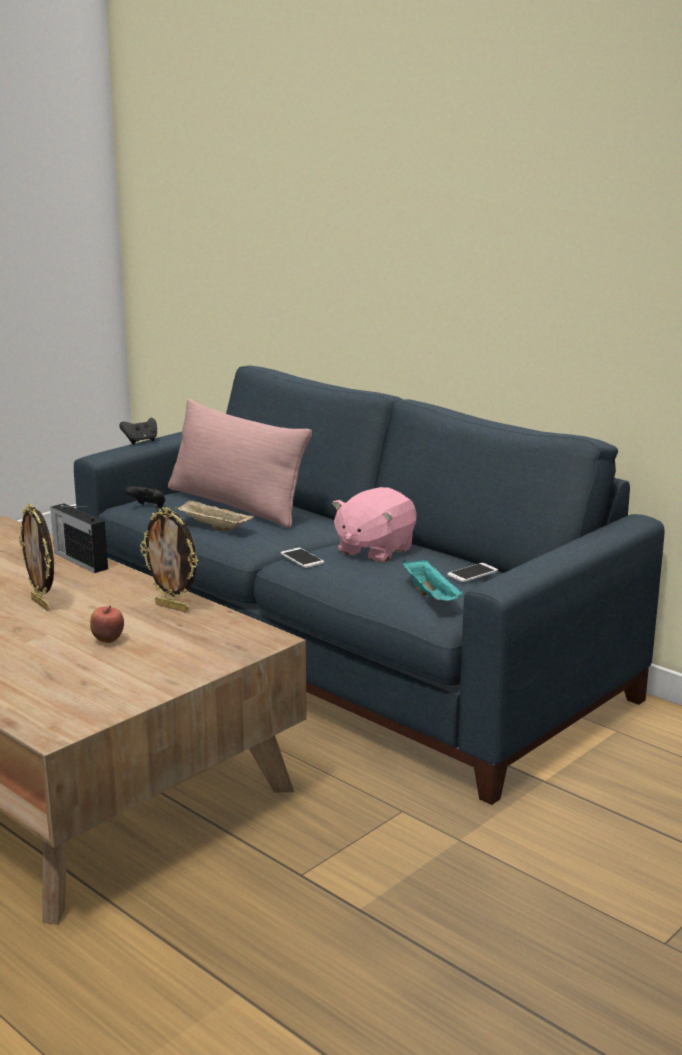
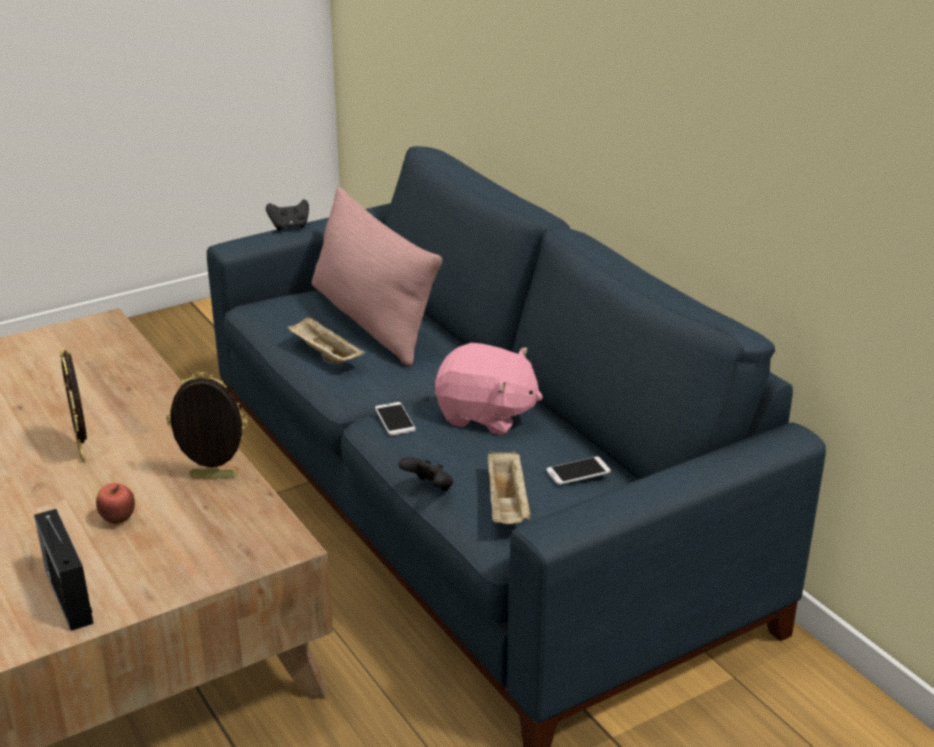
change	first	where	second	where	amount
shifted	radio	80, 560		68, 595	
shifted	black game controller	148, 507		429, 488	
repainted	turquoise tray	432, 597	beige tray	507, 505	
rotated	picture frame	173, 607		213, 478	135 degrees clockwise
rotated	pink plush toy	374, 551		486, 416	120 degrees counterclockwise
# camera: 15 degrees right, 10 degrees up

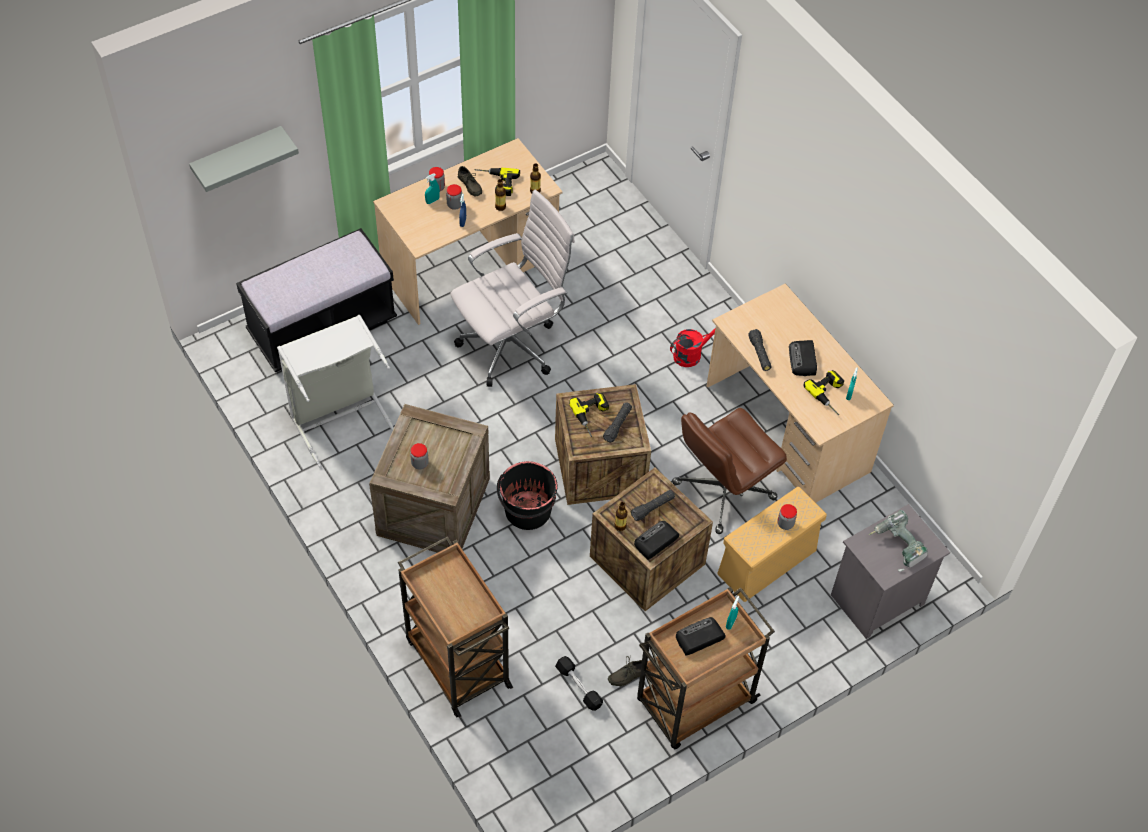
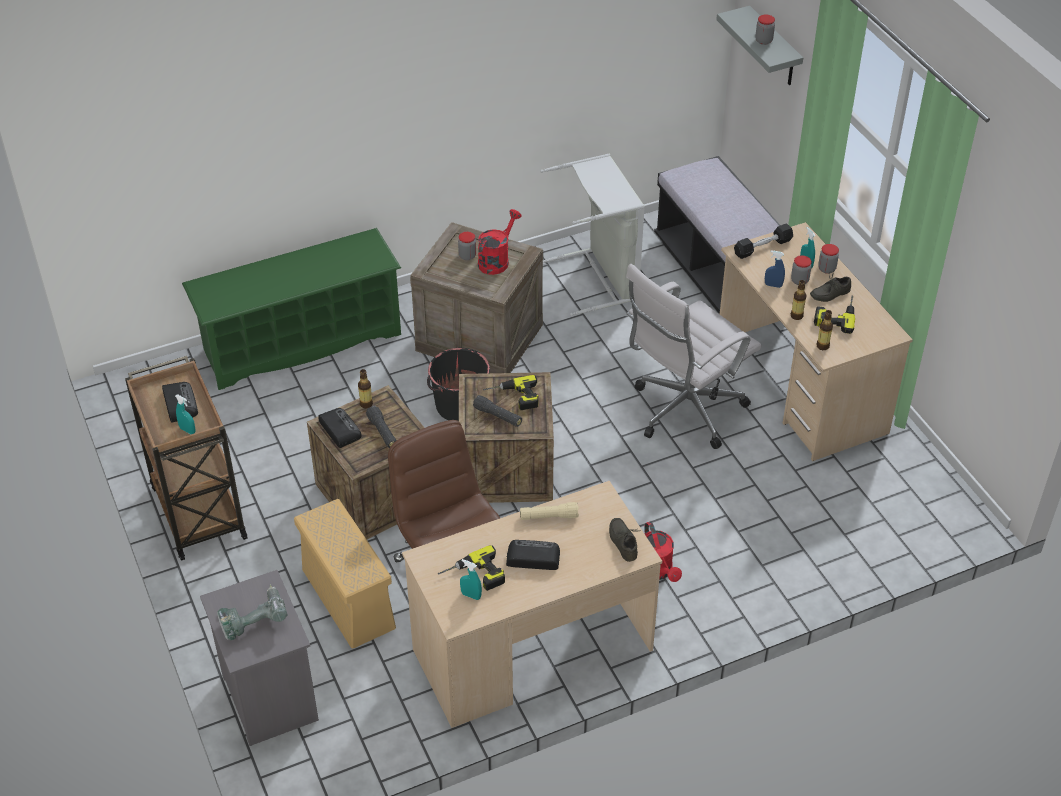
change	first	where	second	where	amount
new			red watering can	496, 260	
shifted	black dumbbell	578, 686		763, 247	
shifted	grey shoe	626, 674		624, 542	
shifted	jar	785, 524		763, 41	
swapped	brown cart	457, 661	green shoe rack	301, 342	
repainted	black flashlight	759, 354	beige flashlight	549, 517	
rotated	white office chair	513, 345		684, 412	75 degrees clockwise
# camera: 100 degrees right, 10 degrees down

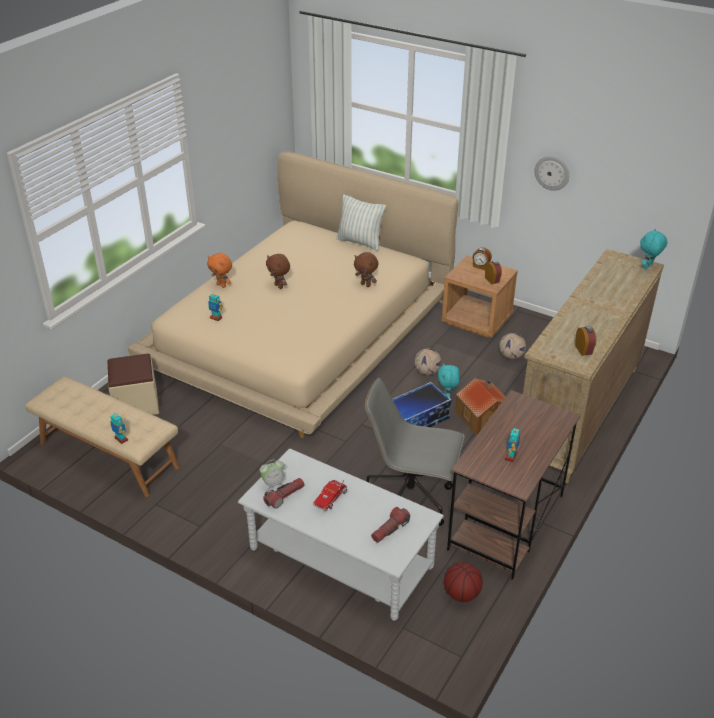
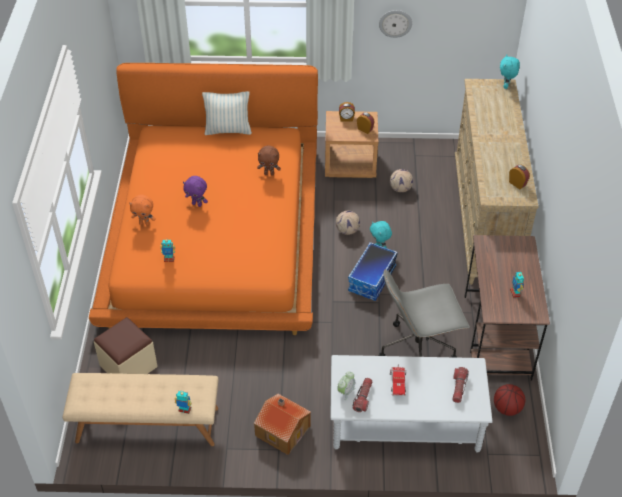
change	first	where	second	where	amount
shifted	toy house	483, 417		282, 430	
repainted	beige bed	301, 332	orange bed	214, 234	
repainted	brown plush toy	279, 286	purple plush toy	197, 204	
# camera: 30 degrees left, 10 degrees up

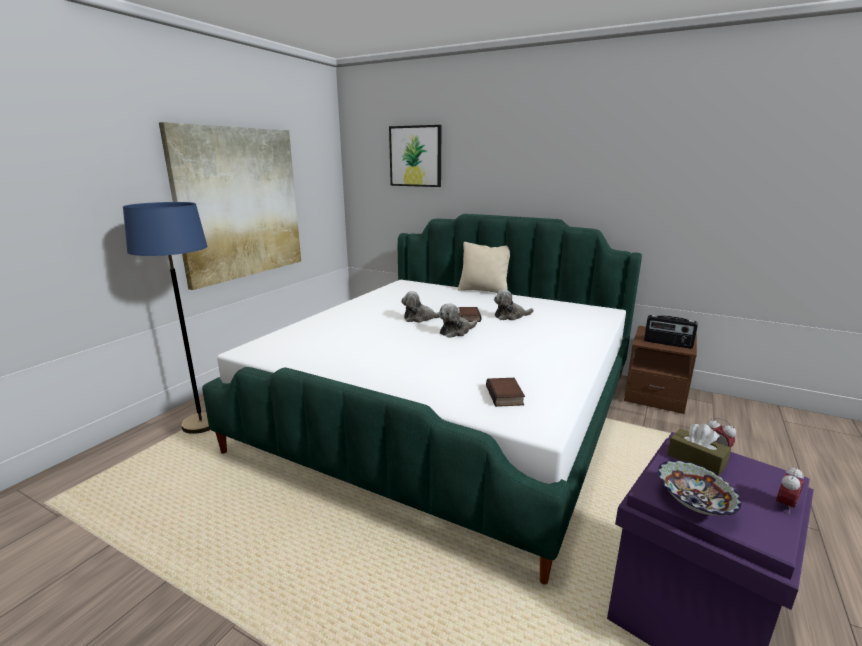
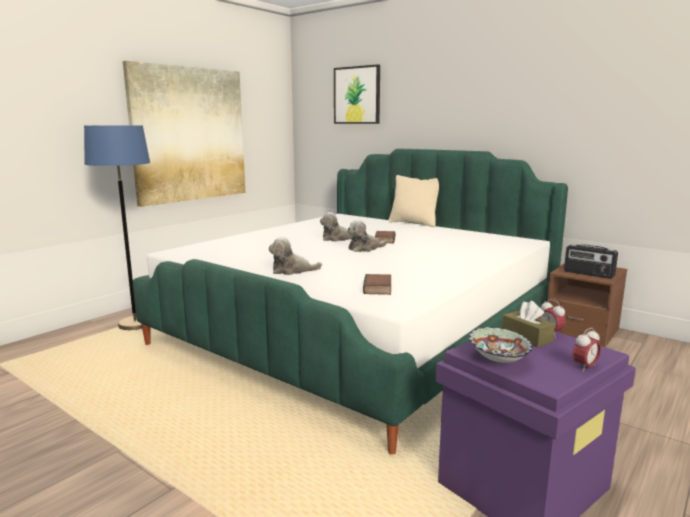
change	first	where	second	where	amount
shifted	plush toy	510, 316		292, 271	
# camera: 10 degrees right, 5 degrees down

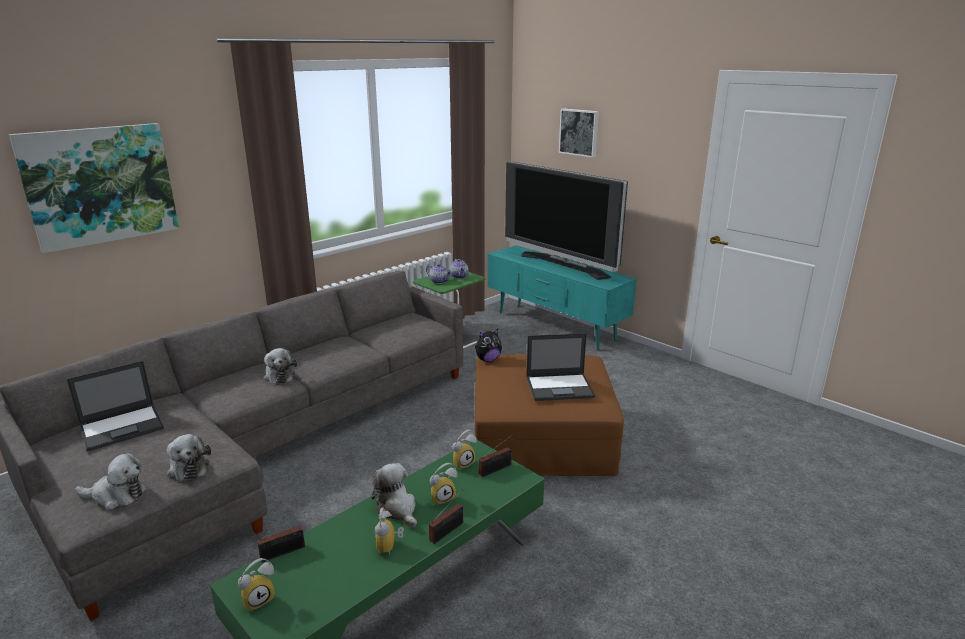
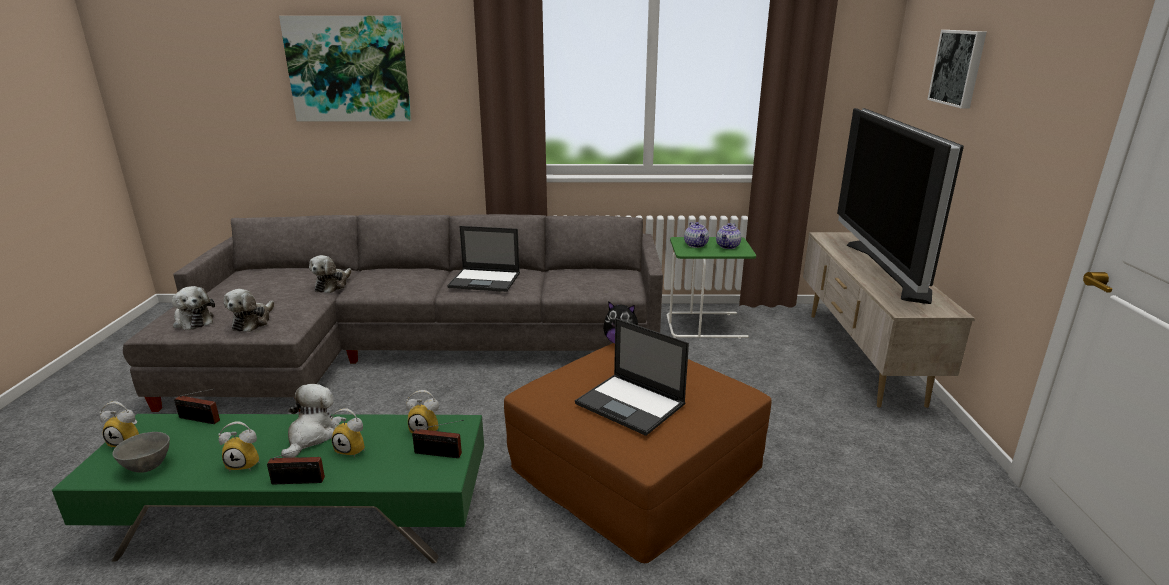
change	first	where	second	where	amount
new			grey bowl	149, 467	
shifted	laptop	123, 427		485, 280	
shifted	plush toy	279, 375		332, 285	
repainted	turquoise tv stand	554, 326	beige tv stand	861, 356	
rotated	alarm clock	390, 547		246, 463	135 degrees counterclockwise
# camera: 45 degrees right, 0 degrees up

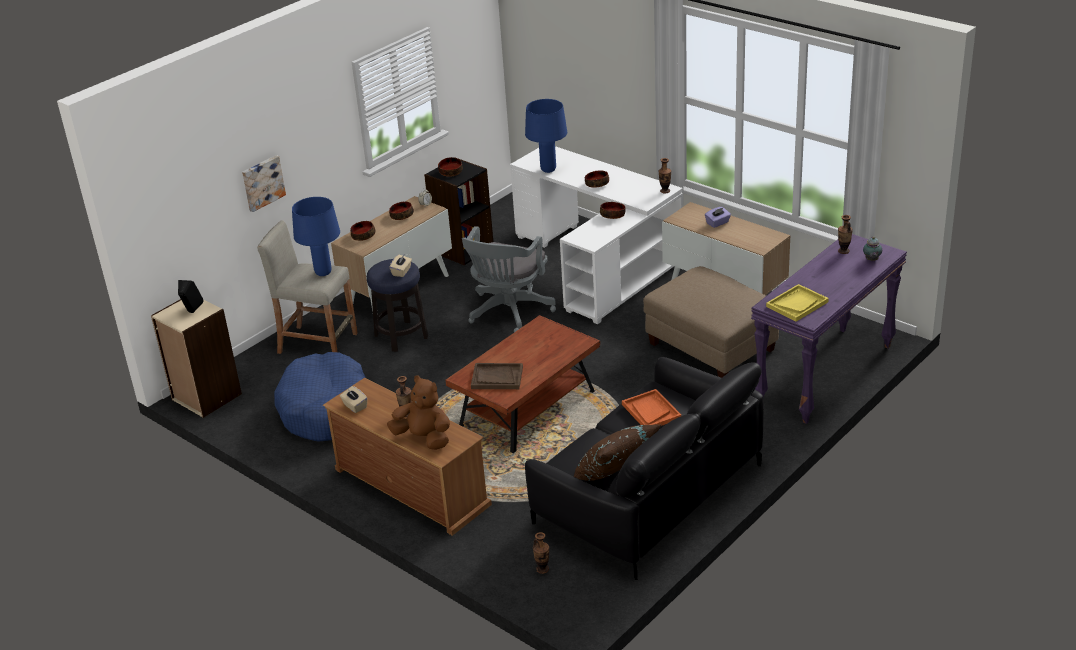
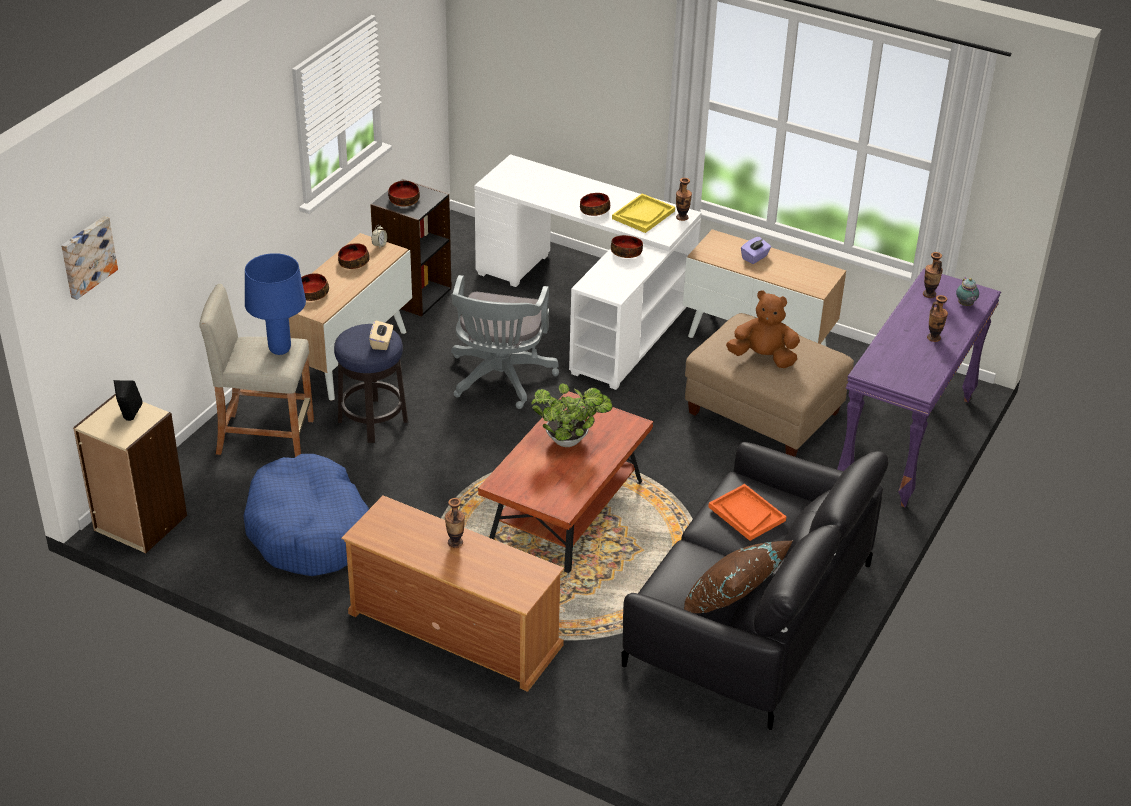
change	first	where	second	where	amount
gone	beige tissue box	354, 406			
gone	brown tray	497, 378			
gone	blue table lamp	548, 170			
new			potted plant	570, 440	
shifted	picture	262, 182		87, 256	
shifted	brown plush toy	424, 438		763, 357	
shifted	vase	542, 569		933, 338	
shifted	yellow tray	797, 304		643, 215	
# camera: 15 degrees left, 5 degrees up

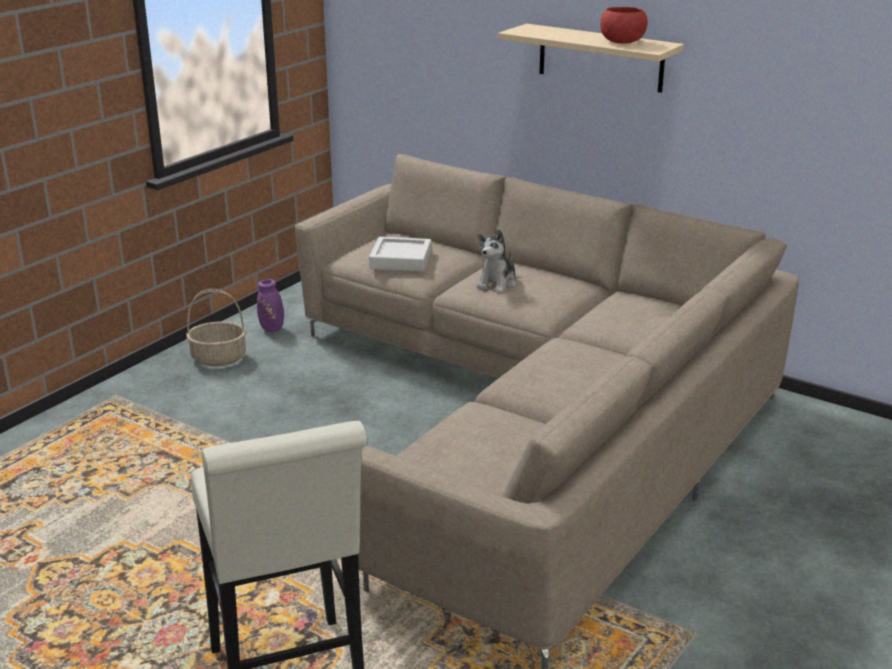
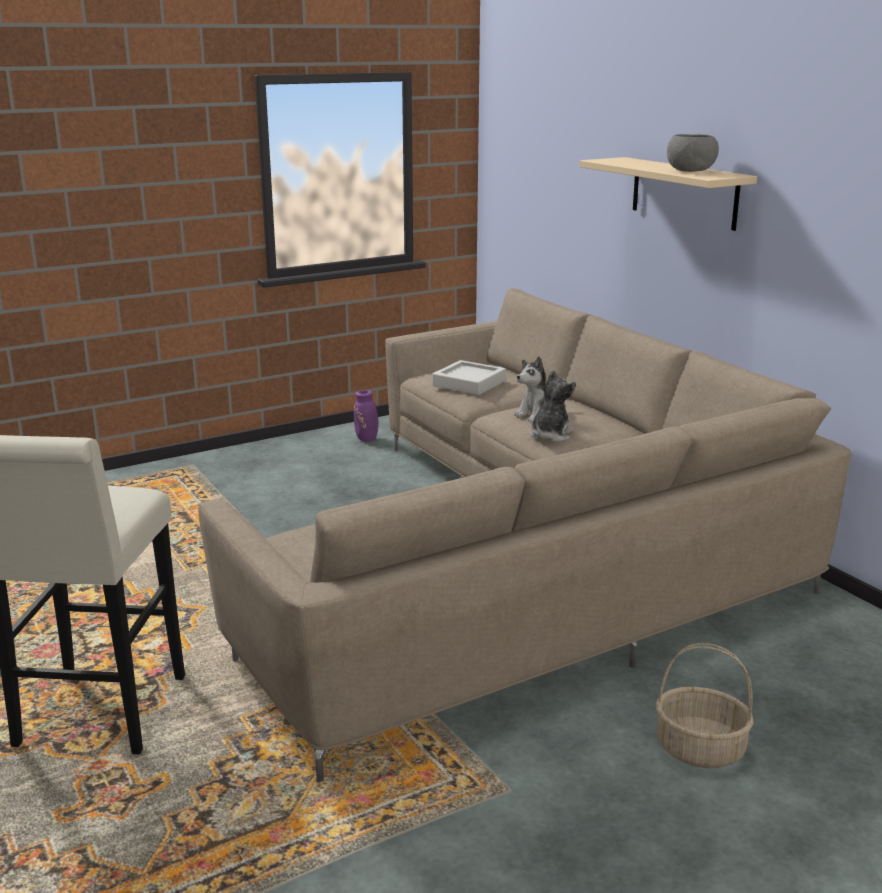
change	first	where	second	where	amount
new			plush toy	550, 435	
shifted	basket	219, 358		700, 749	
repainted	red bowl	622, 42	grey bowl	691, 171	
# camera: 25 degrees right, 5 degrees down

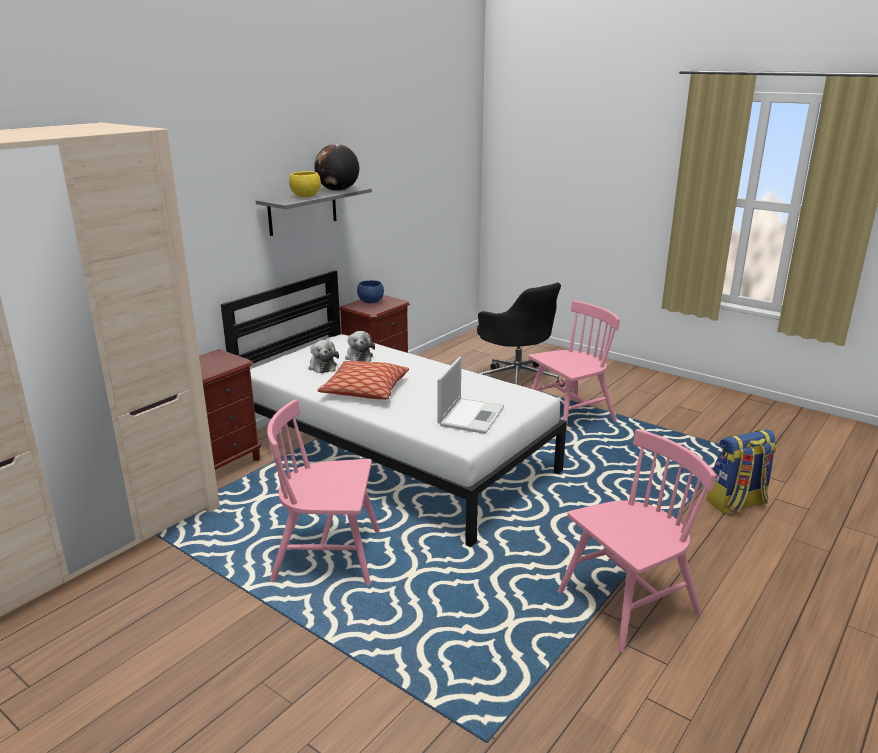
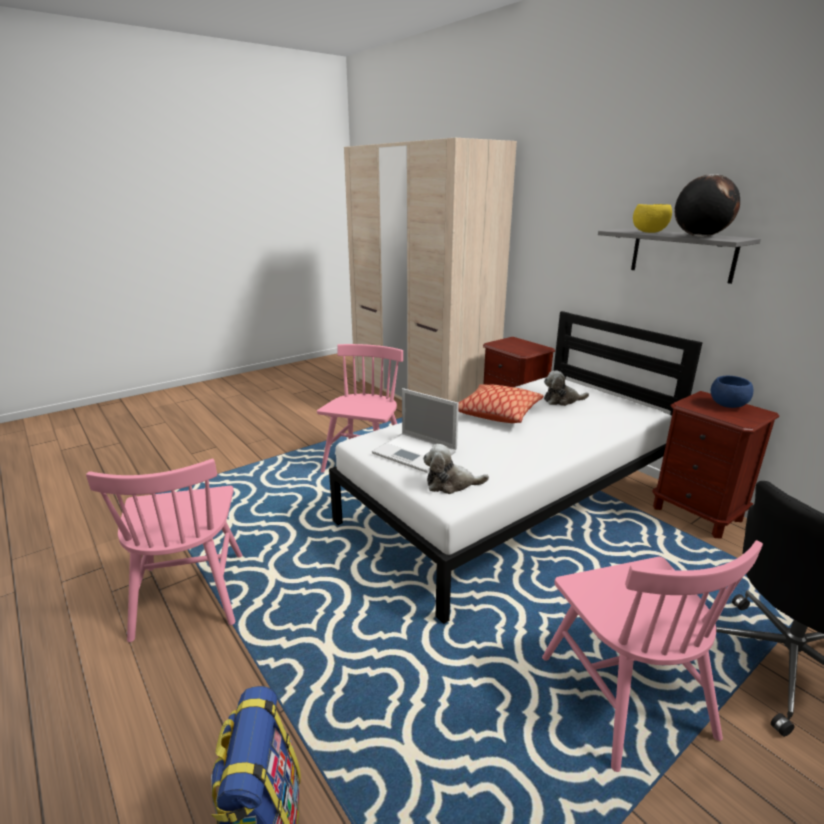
change	first	where	second	where	amount
shifted	plush toy	358, 357		451, 484	
# camera: 105 degrees right, 0 degrees up

